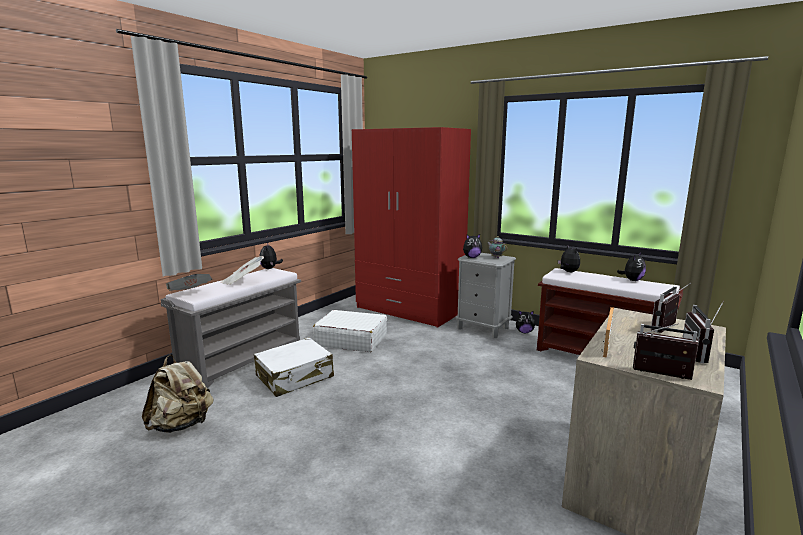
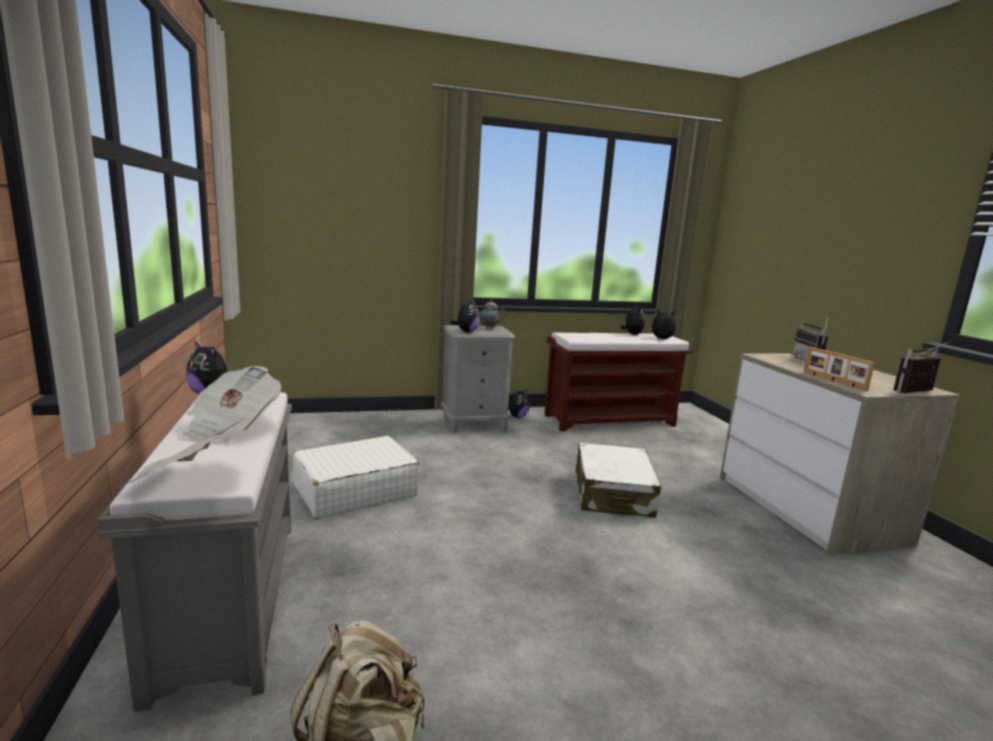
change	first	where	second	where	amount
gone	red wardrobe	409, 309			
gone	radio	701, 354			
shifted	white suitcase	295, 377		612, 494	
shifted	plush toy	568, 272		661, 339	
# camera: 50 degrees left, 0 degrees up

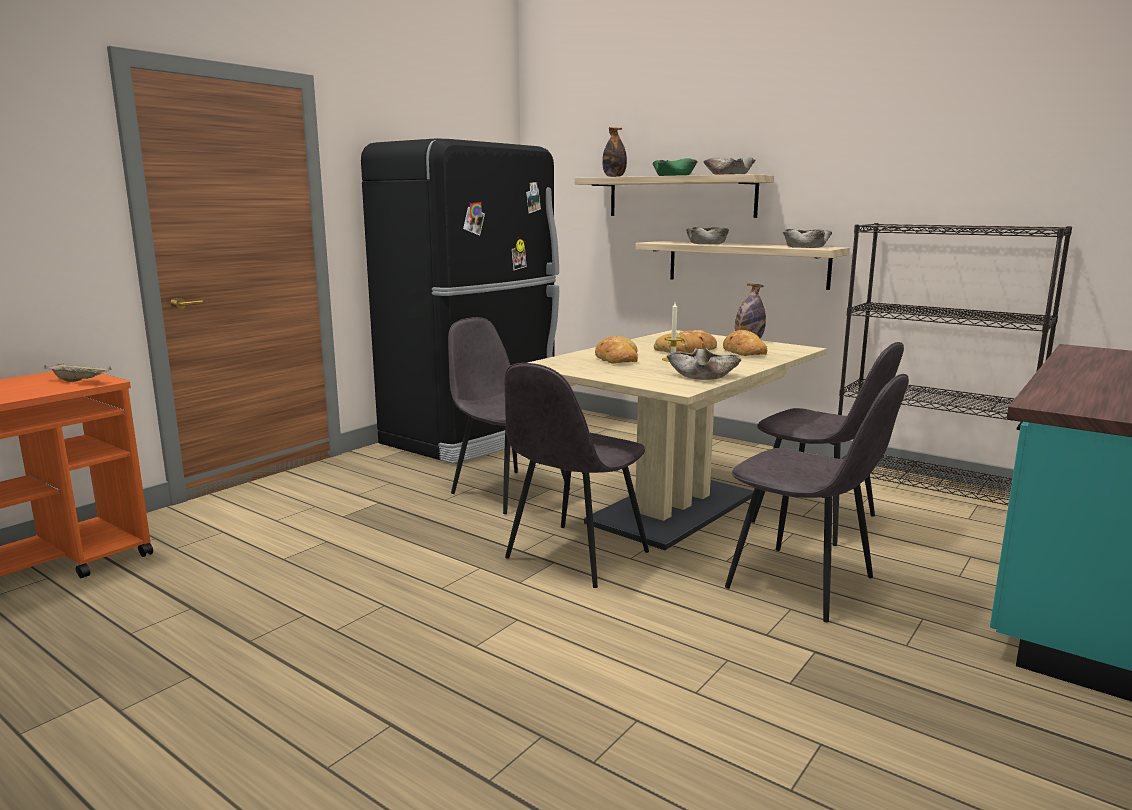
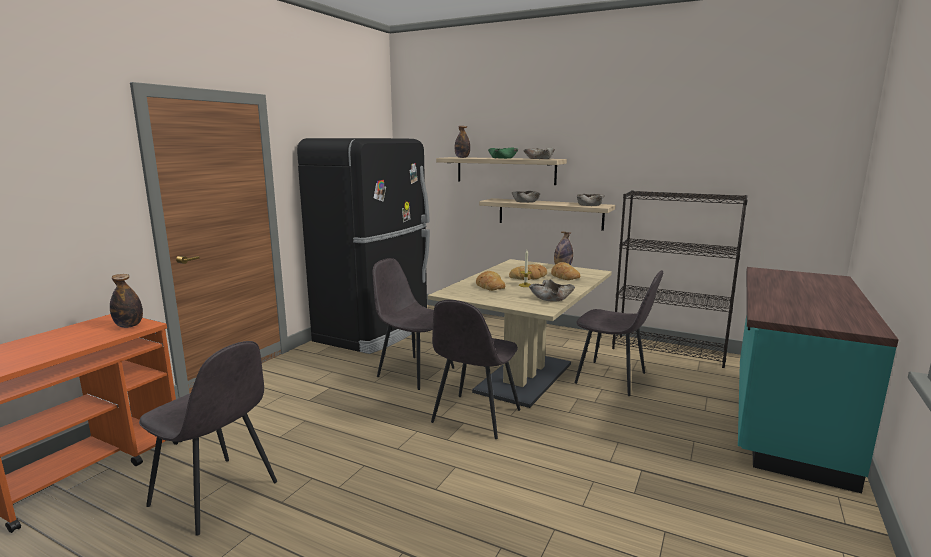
change	first	where	second	where	amount
shifted	grey chair	804, 584		216, 495	
swapped	beige tray	81, 381	bottle	129, 325	
# camera: 10 degrees left, 0 degrees up

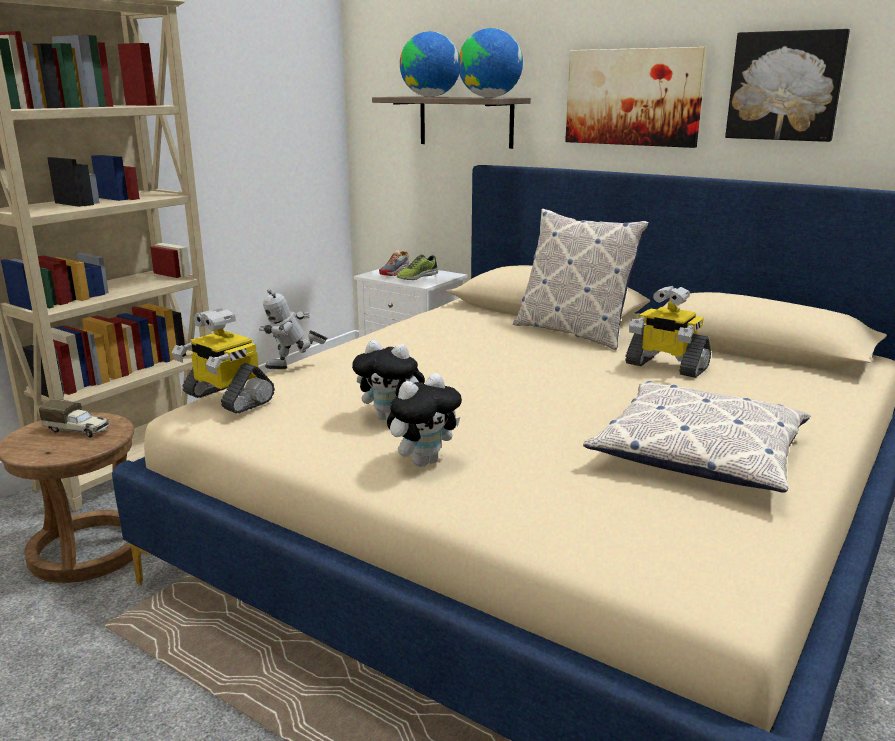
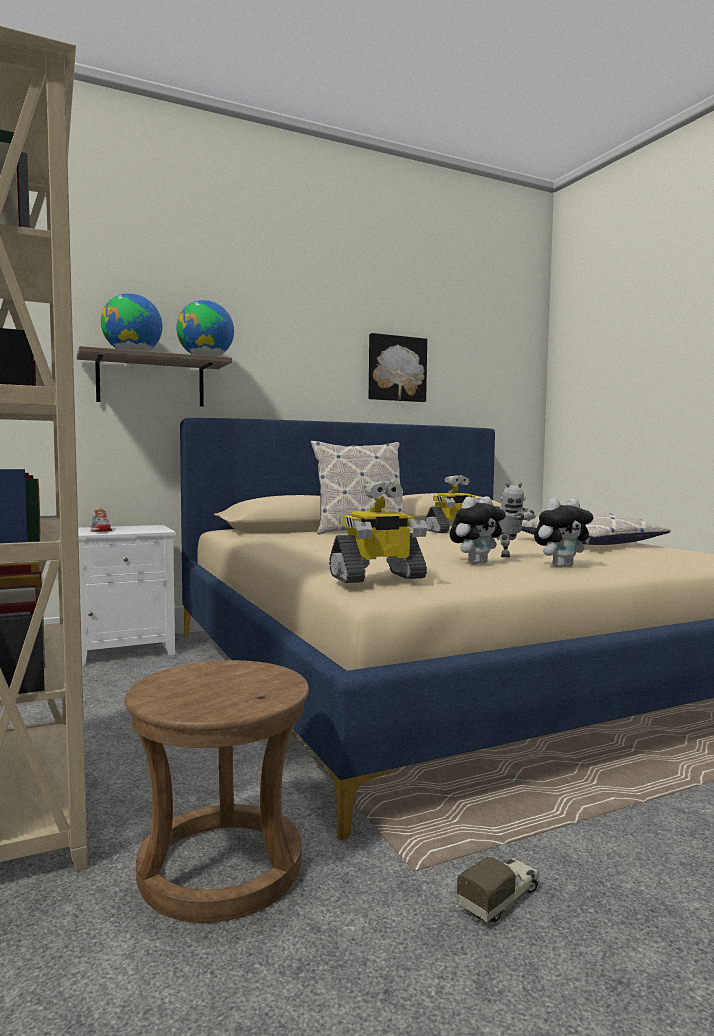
change	first	where	second	where	amount
gone	shoe	417, 277			
gone	picture	633, 97			
shifted	toy truck	78, 430		500, 900	
shifted	toy robot	293, 368		508, 556	
rotated	plush toy	424, 461		561, 566	75 degrees clockwise
# camera: 60 degrees left, 15 degrees down

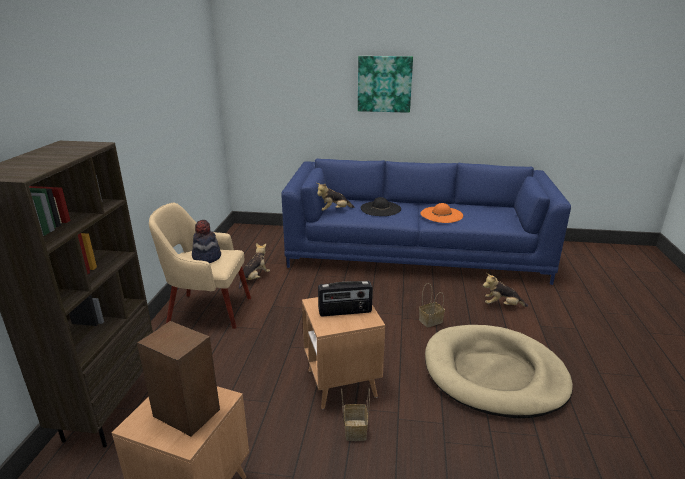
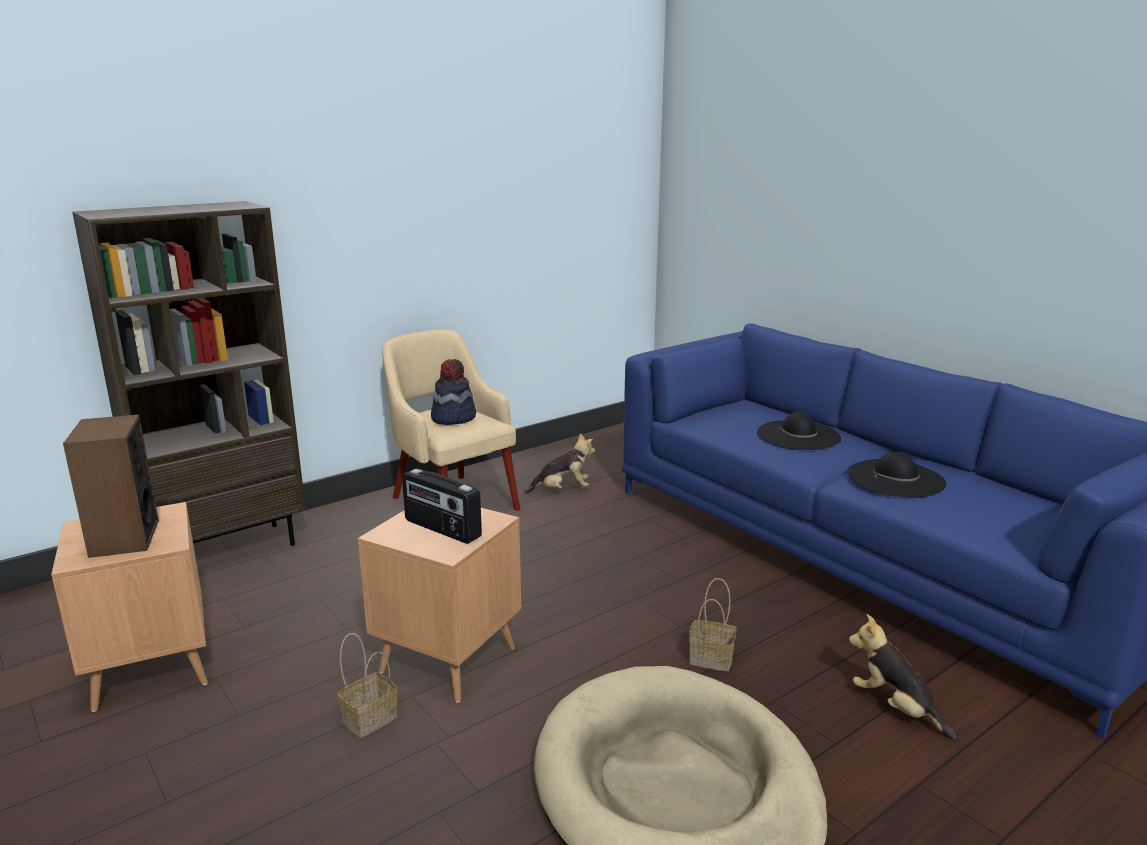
change	first	where	second	where	amount
gone	plush toy	334, 211			
gone	picture	384, 84			
repainted	orange hat	441, 214	black hat	895, 478	
# camera: 45 degrees right, 5 degrees down

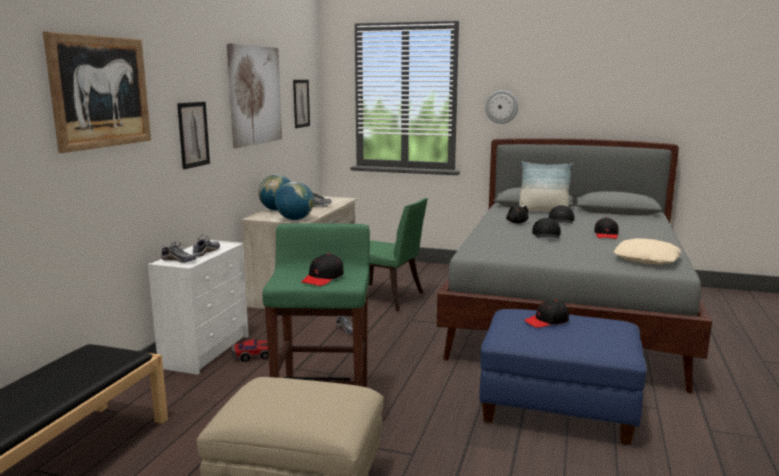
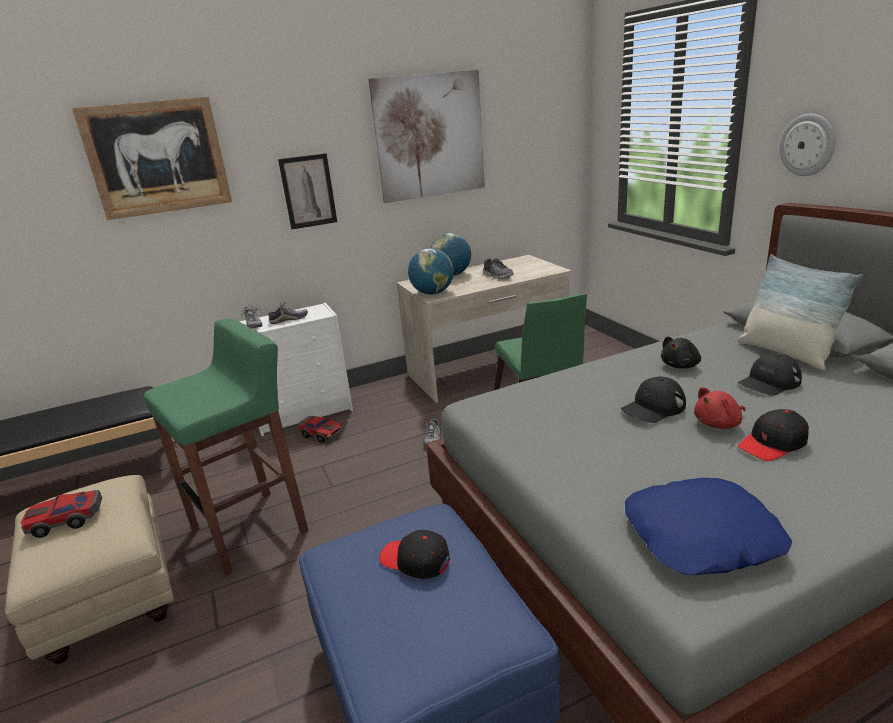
change	first	where	second	where	amount
gone	picture	301, 103			
gone	black cap	323, 278			
new			toy car	65, 520	
new			red plush toy	719, 424	
repainted	beige pillow	647, 259	blue pillow	702, 537	
# camera: 50 degrees right, 10 degrees up

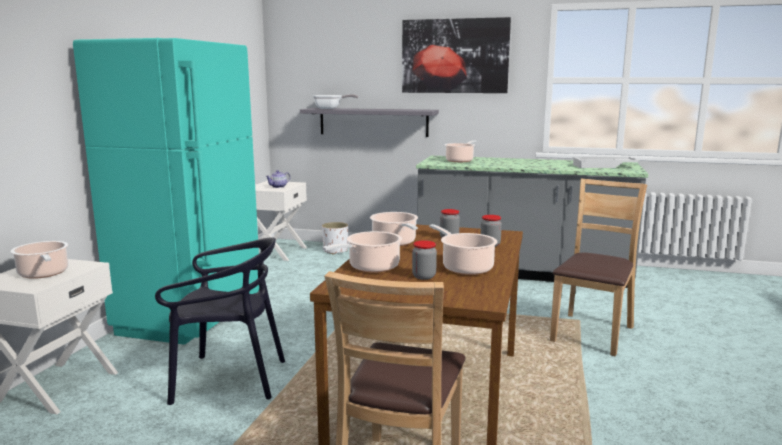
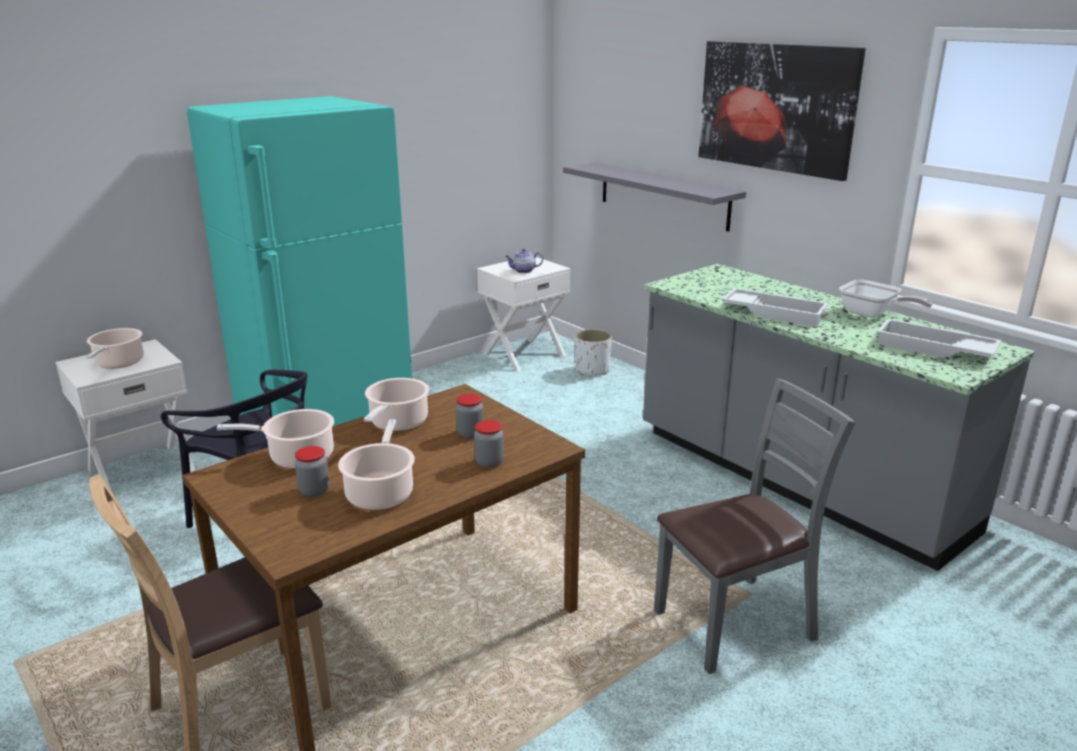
change	first	where	second	where	amount
gone	cooking pot	460, 160			
new			white tray	774, 313	
shifted	frying pan	330, 108		872, 314	
repainted	brown chair	591, 333	grey chair	735, 623	
# camera: 35 degrees right, 10 degrees up

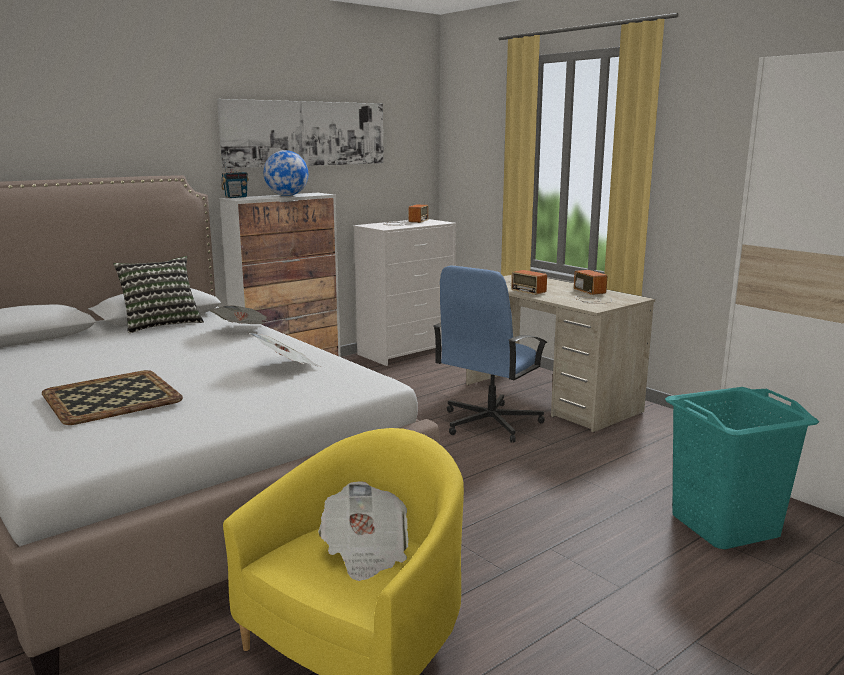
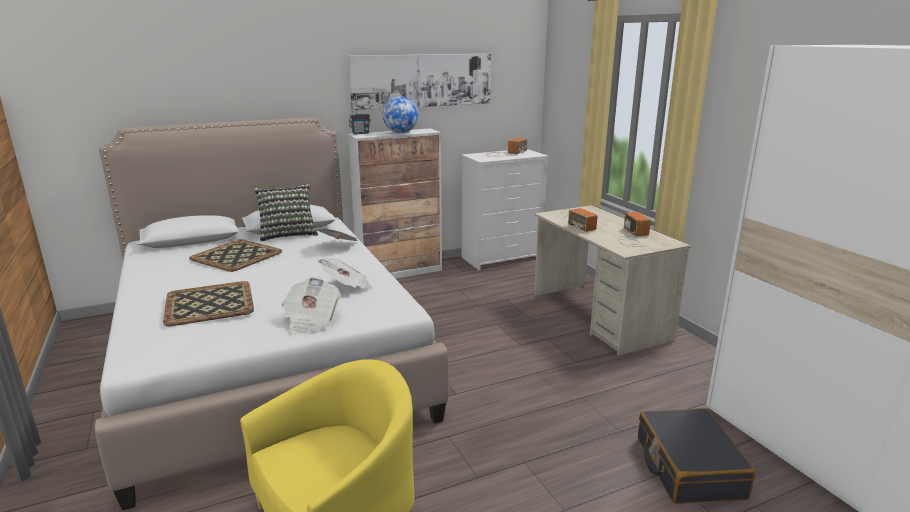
change	first	where	second	where	amount
gone	blue office chair	489, 423			
new			tray	237, 255	
shifted	newspaper	365, 552		311, 320	
swapped	turquoise laundry basket	725, 526	black suitcase	688, 467	
# camera: 15 degrees right, 5 degrees up

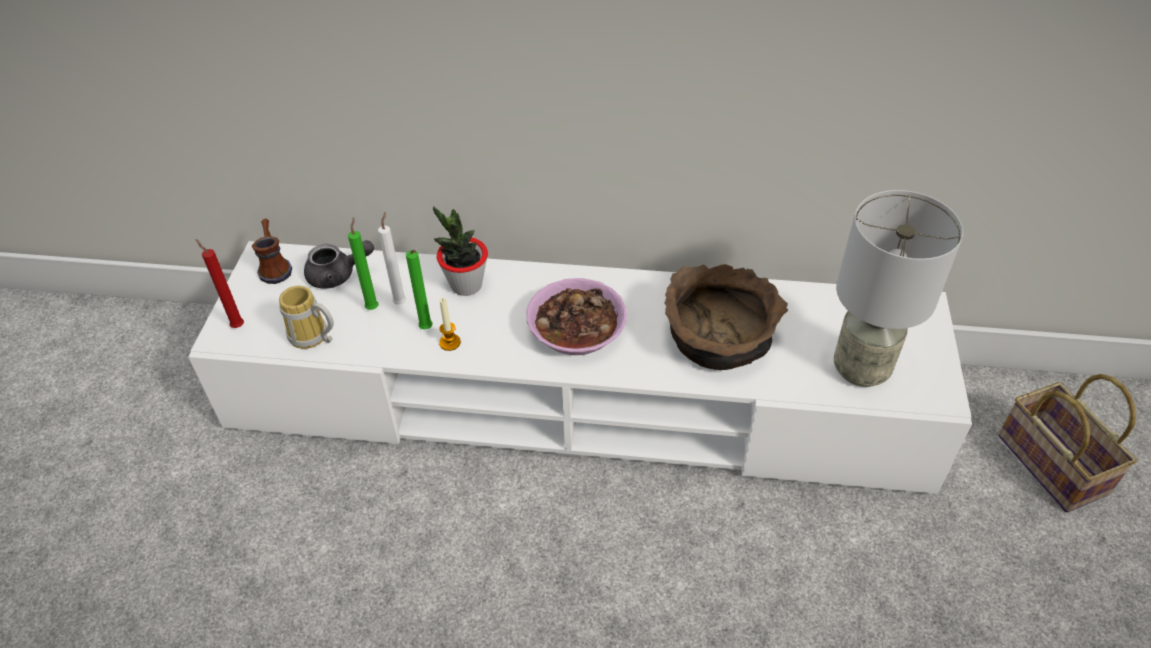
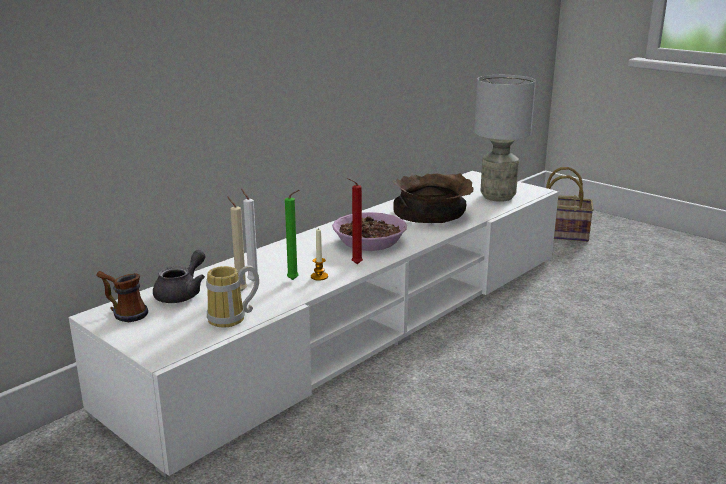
change	first	where	second	where	amount
gone	potted plant	466, 285			
shifted	red candle	237, 326		355, 264	
repainted	green candle	373, 307	beige candle	240, 290	
# camera: 55 degrees left, 25 degrees down

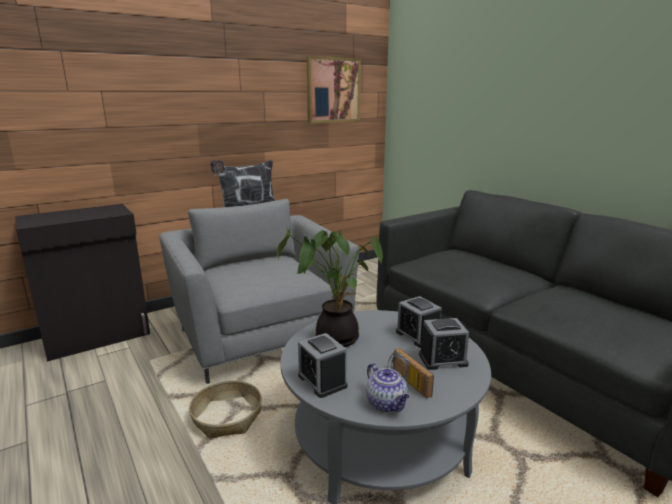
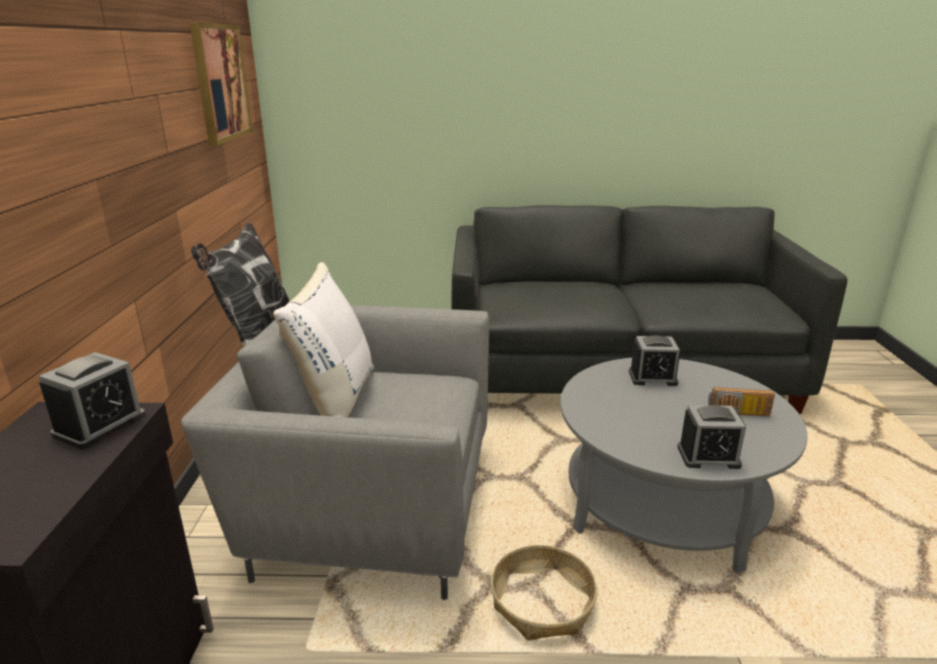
change	first	where	second	where	amount
gone	potted plant	335, 336			
gone	teapot	387, 404			
new			white pillow	334, 399	
shifted	alarm clock	443, 359		100, 425	
# camera: 55 degrees left, 5 degrees up

